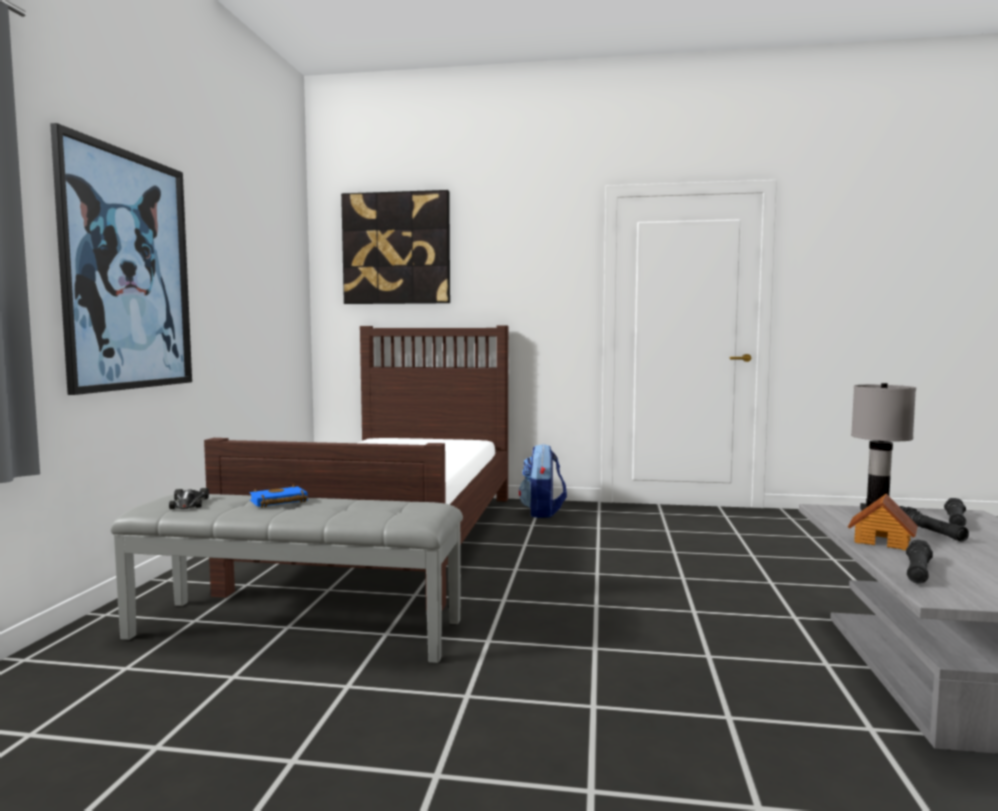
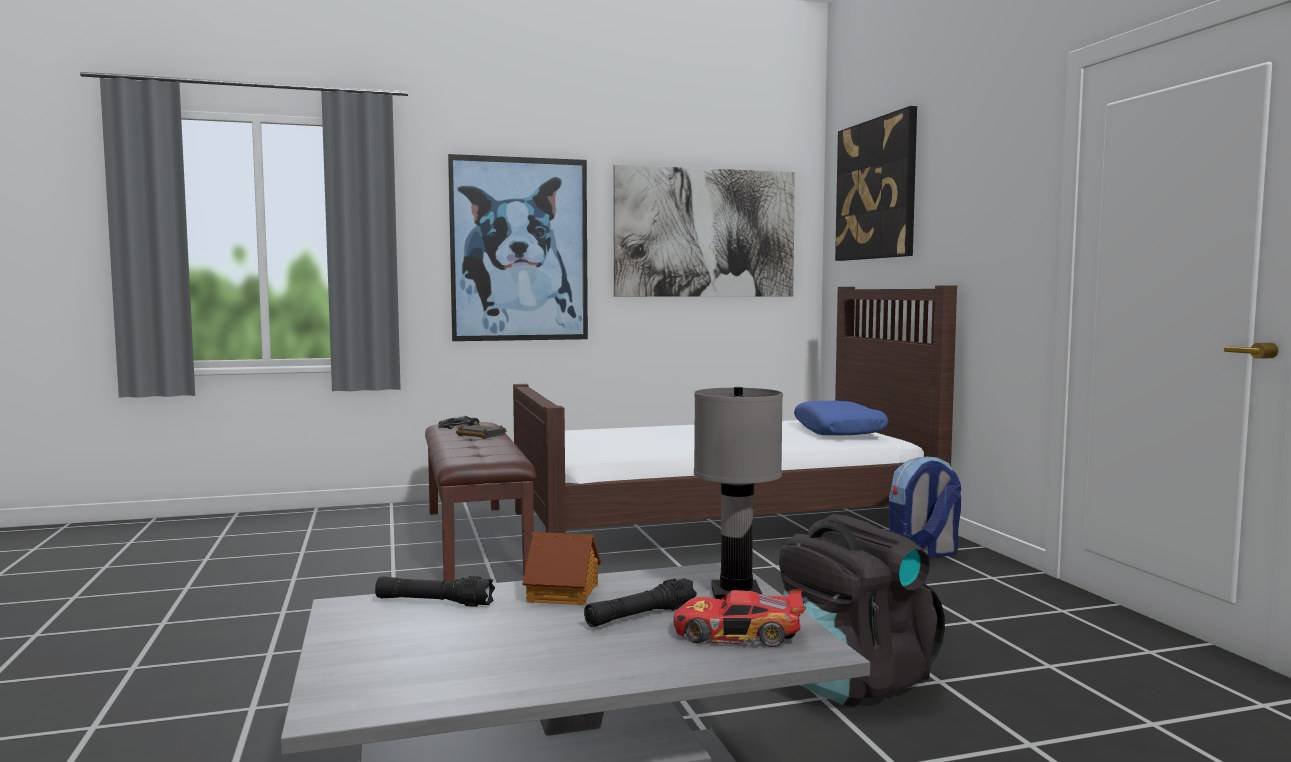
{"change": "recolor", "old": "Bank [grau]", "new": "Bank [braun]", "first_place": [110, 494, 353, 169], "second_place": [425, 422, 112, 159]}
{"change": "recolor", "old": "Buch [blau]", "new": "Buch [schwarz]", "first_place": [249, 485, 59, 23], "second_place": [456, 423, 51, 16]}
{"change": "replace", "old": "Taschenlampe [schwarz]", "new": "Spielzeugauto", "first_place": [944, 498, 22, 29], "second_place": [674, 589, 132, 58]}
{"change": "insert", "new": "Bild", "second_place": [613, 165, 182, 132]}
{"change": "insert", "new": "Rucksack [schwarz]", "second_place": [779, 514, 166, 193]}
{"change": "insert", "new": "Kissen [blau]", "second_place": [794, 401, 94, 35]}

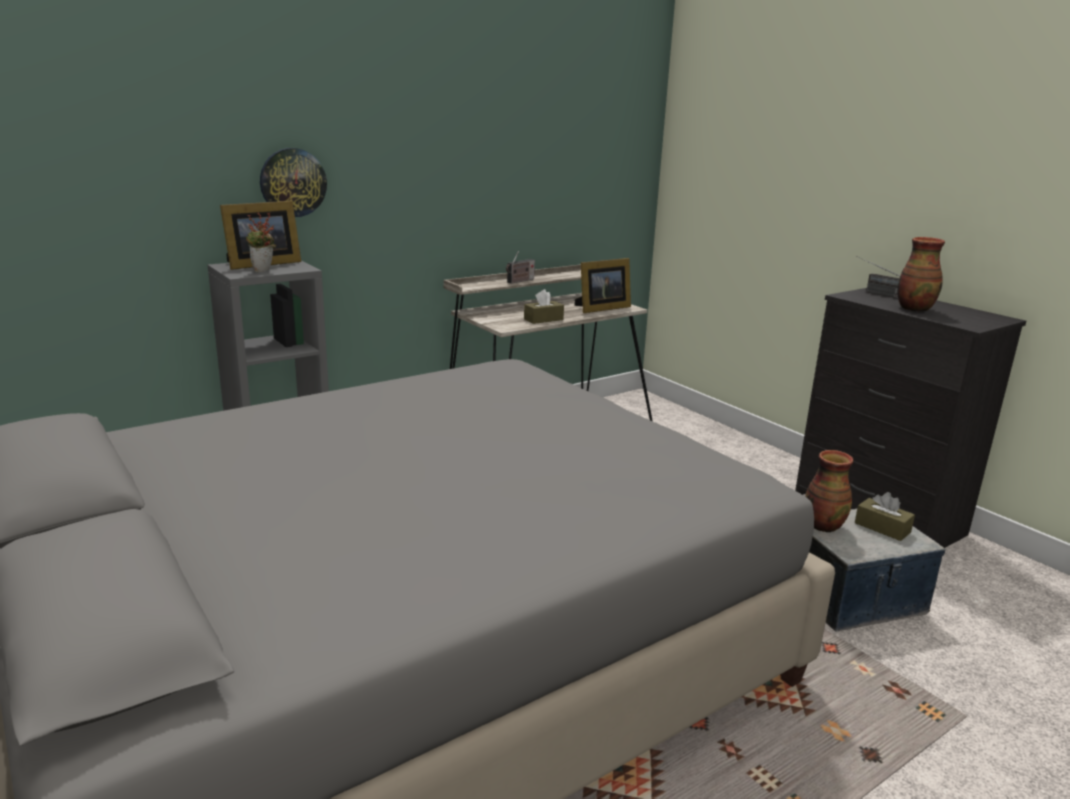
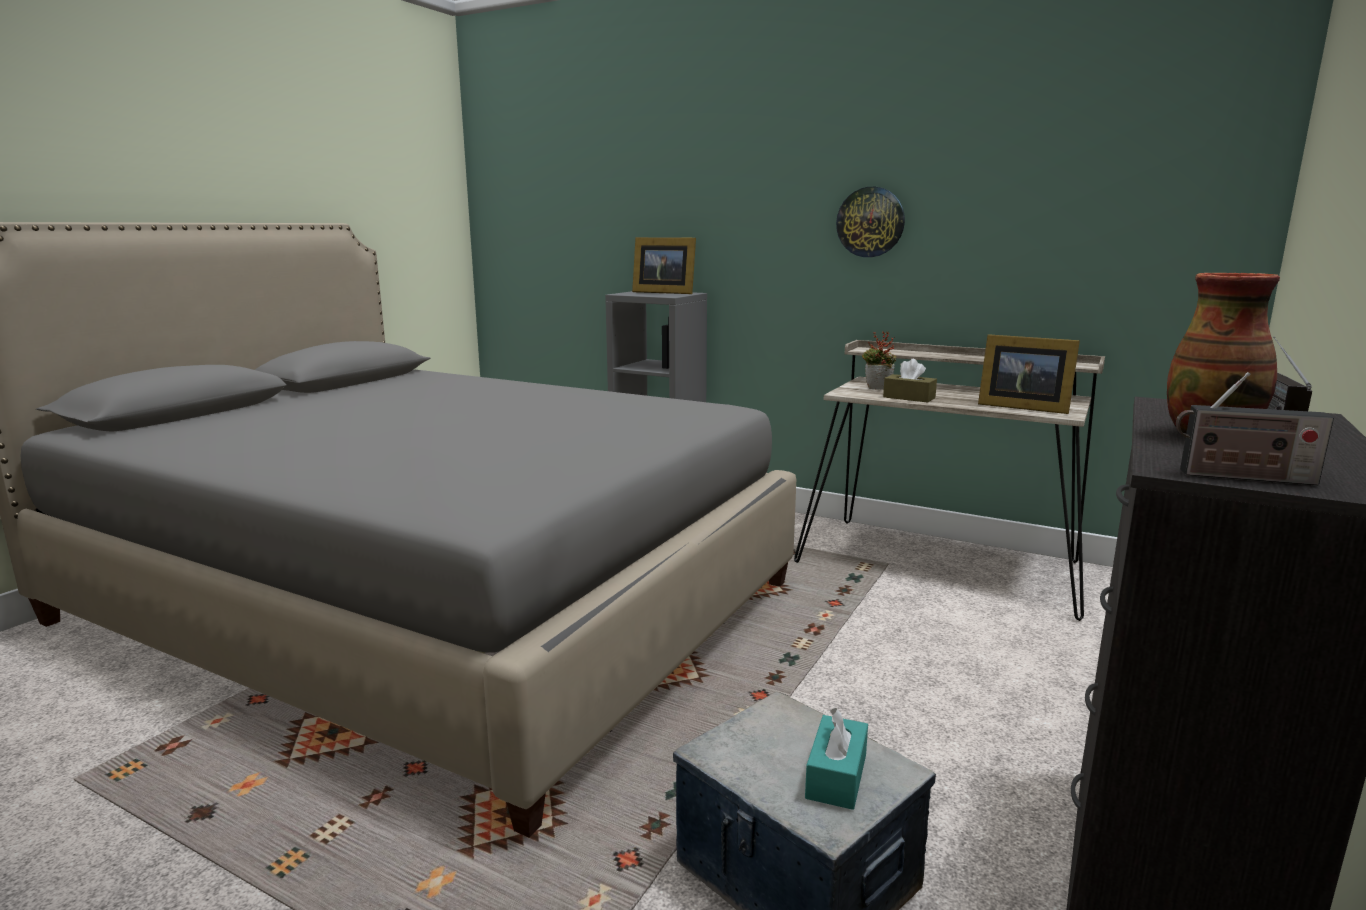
{"change": "move", "old": "Topfpflanze", "first_place": [246, 213, 30, 59], "second_place": [862, 331, 34, 58]}
{"change": "move", "old": "Wanduhr", "first_place": [260, 148, 67, 69], "second_place": [836, 187, 69, 70]}
{"change": "move", "old": "Radio", "first_place": [506, 251, 29, 33], "second_place": [1176, 372, 158, 114]}
{"change": "delete", "old": "Vase", "first_place": [805, 450, 48, 82]}
{"change": "recolor", "old": "Taschentuchbox [braun]", "new": "Taschentuchbox [türkis]", "first_place": [855, 492, 60, 49], "second_place": [805, 708, 63, 102]}

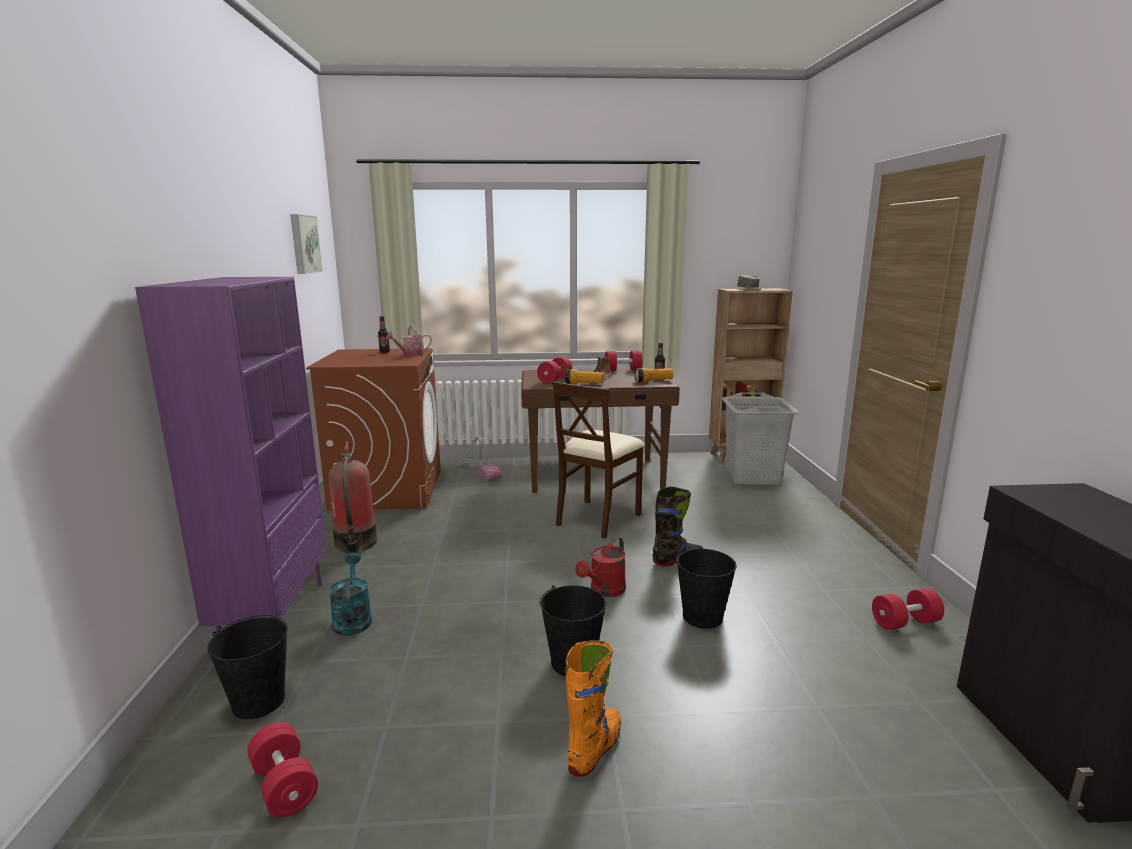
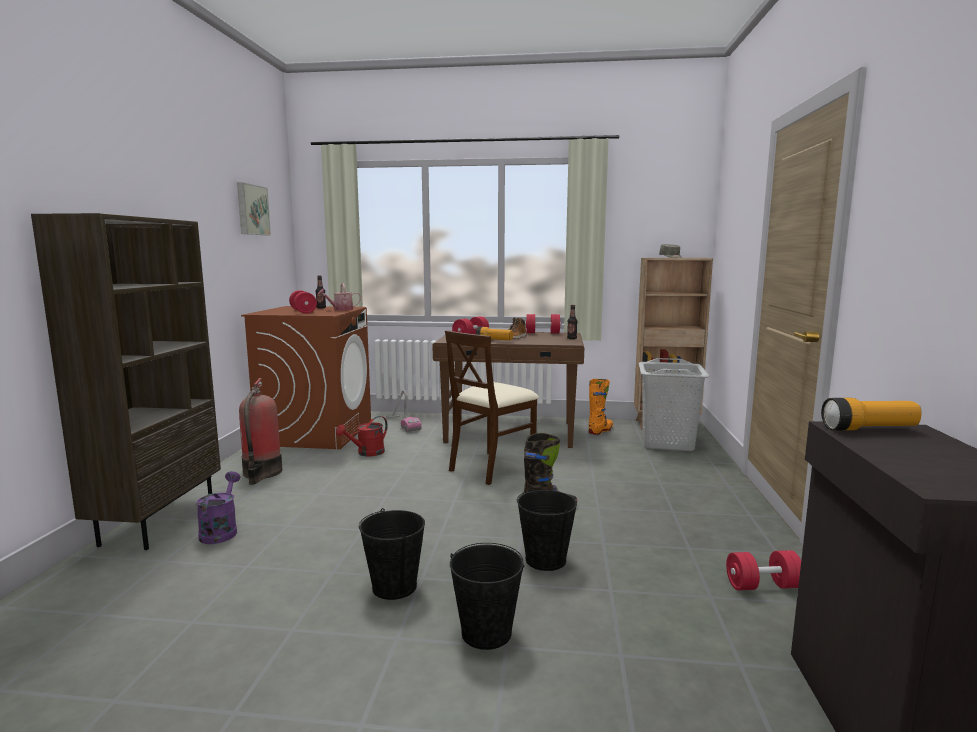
{"change": "recolor", "old": "Bücherregal [lila]", "new": "Bücherregal [braun]", "first_place": [135, 277, 192, 355], "second_place": [31, 213, 190, 337]}
{"change": "move", "old": "Eimer [schwarz]", "first_place": [207, 615, 81, 104], "second_place": [450, 543, 74, 107]}
{"change": "move", "old": "Hantel [rot]", "first_place": [247, 722, 71, 95], "second_place": [289, 290, 28, 24]}
{"change": "recolor", "old": "Gießkanne [türkis]", "new": "Gießkanne [lila]", "first_place": [329, 553, 43, 83], "second_place": [196, 471, 44, 73]}
{"change": "move", "old": "Stiefel [orange]", "first_place": [565, 640, 56, 137], "second_place": [589, 379, 24, 56]}
{"change": "move", "old": "Gießkanne [rot]", "first_place": [575, 537, 51, 60], "second_place": [336, 416, 52, 40]}
{"change": "move", "old": "Taschenlampe", "first_place": [634, 368, 39, 15], "second_place": [821, 398, 101, 32]}

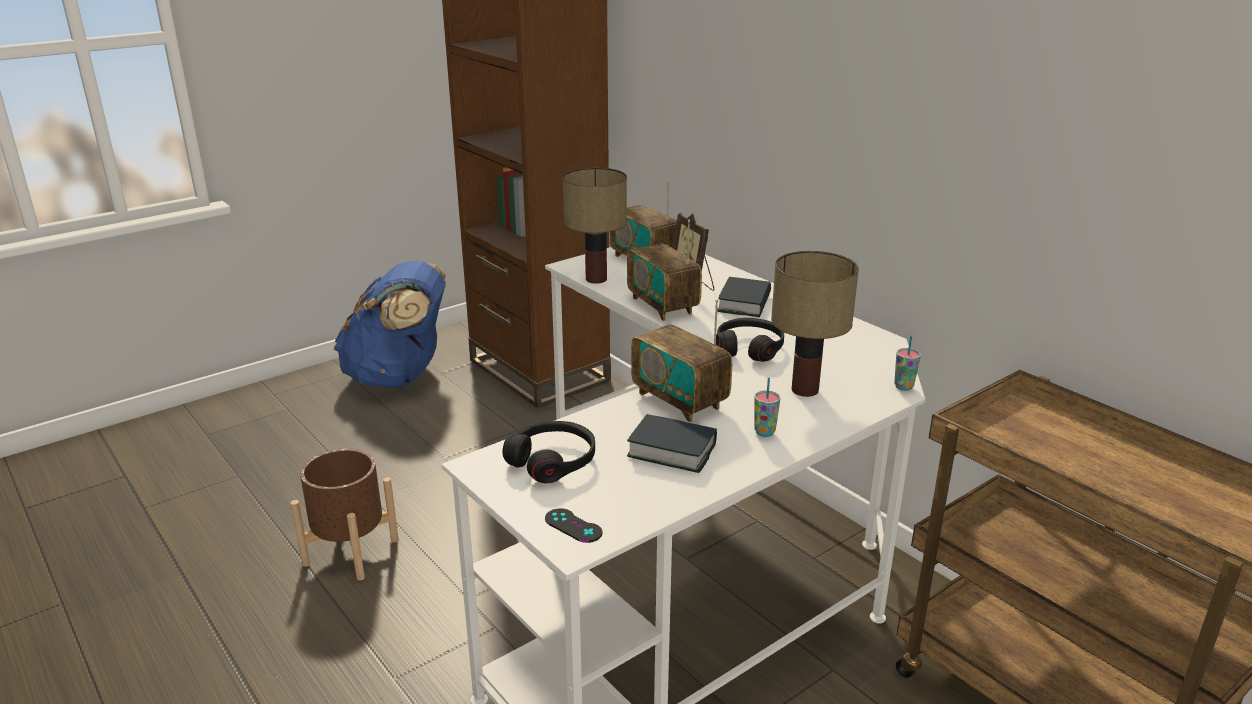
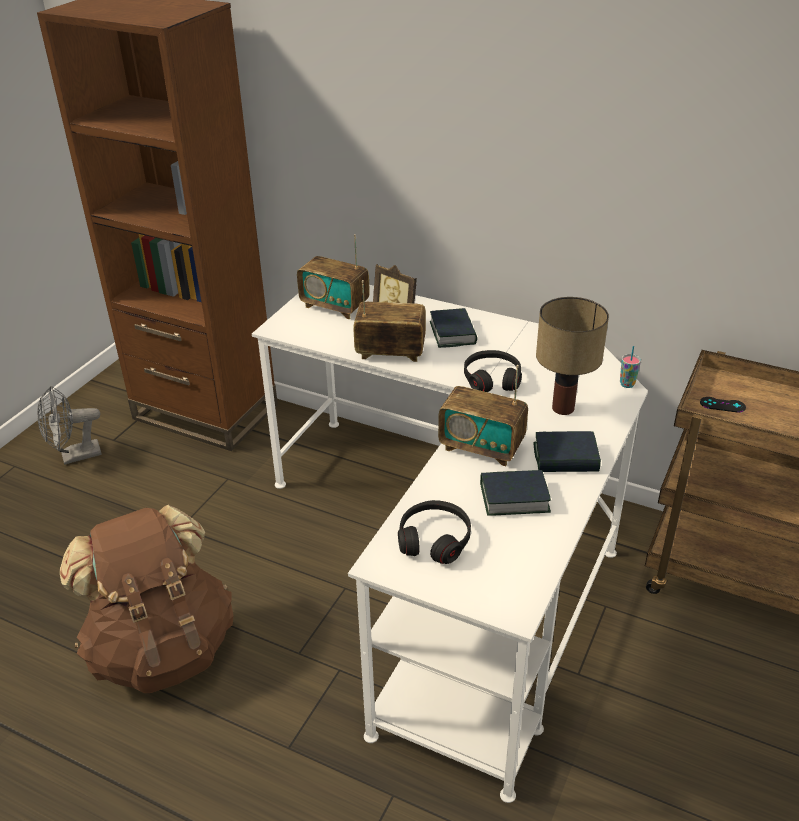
{"change": "replace", "old": "Pflanzkübel [braun]", "new": "Rucksack [braun]", "first_place": [290, 449, 109, 132], "second_place": [60, 505, 174, 188]}
{"change": "replace", "old": "Rucksack [blau]", "new": "Ventilator [grau]", "first_place": [334, 261, 112, 127], "second_place": [37, 386, 65, 79]}
{"change": "move", "old": "Gamepad [schwarz]", "first_place": [545, 508, 57, 35], "second_place": [700, 397, 46, 15]}
{"change": "delete", "old": "Tischlampe", "first_place": [563, 168, 64, 116]}
{"change": "rotate", "old": "Radio", "first_place": [627, 220, 75, 101], "second_place": [353, 280, 73, 82], "degrees": 150}
{"change": "replace", "old": "Tasse", "new": "Buch", "first_place": [755, 378, 25, 59], "second_place": [533, 431, 68, 41]}

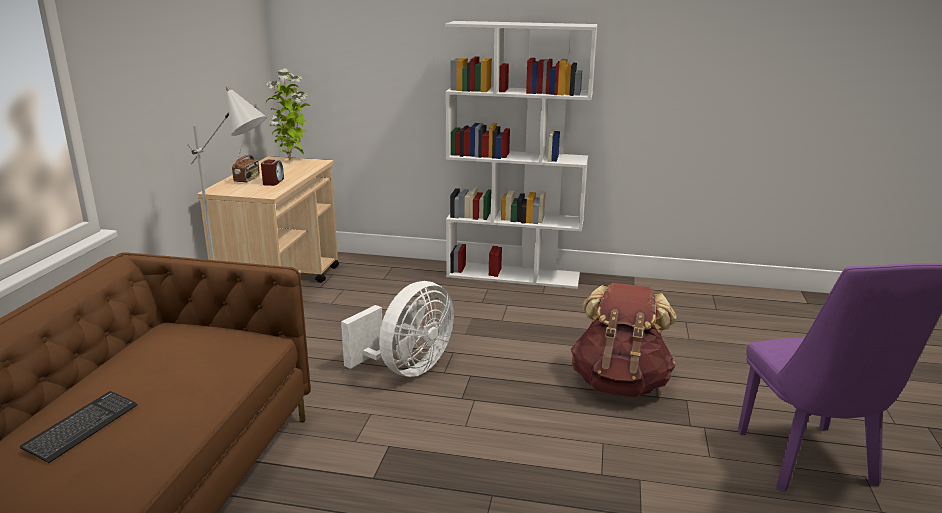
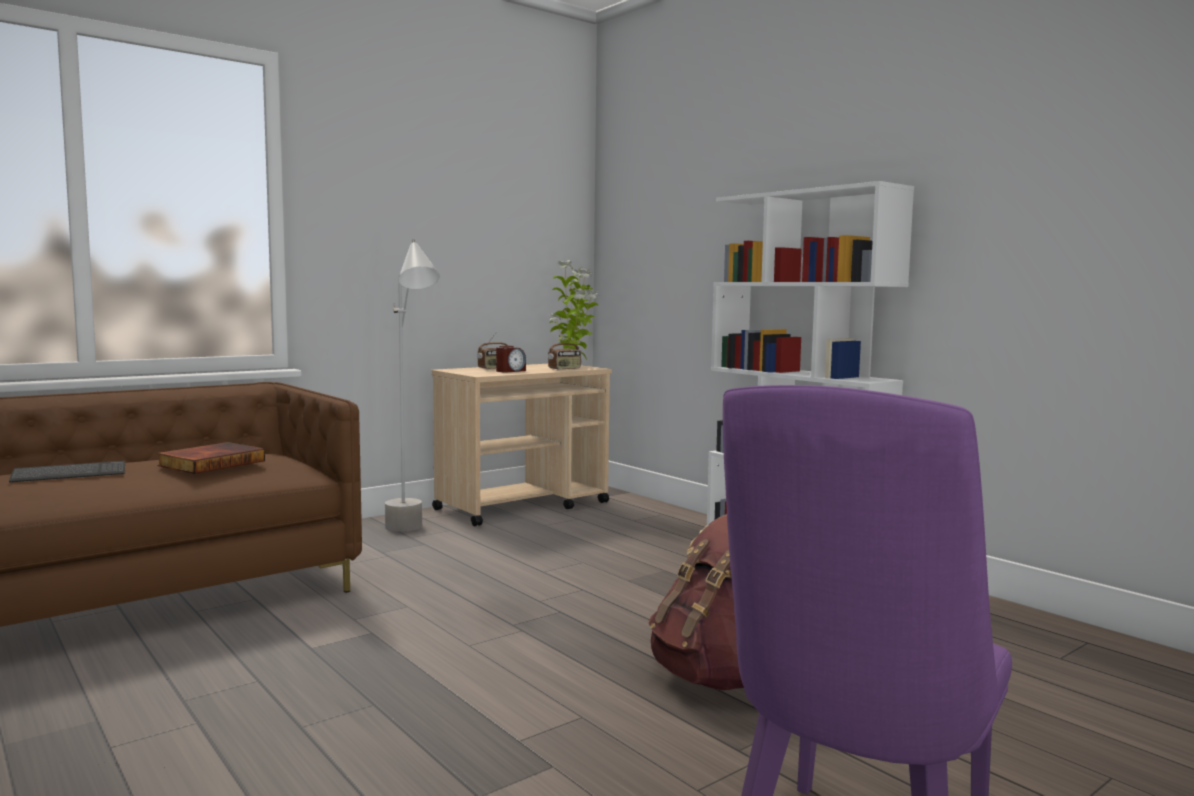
{"change": "delete", "old": "Ventilator [weiß]", "first_place": [341, 281, 113, 96]}
{"change": "insert", "new": "Buch", "second_place": [157, 442, 108, 32]}
{"change": "insert", "new": "Radio", "second_place": [548, 334, 33, 36]}

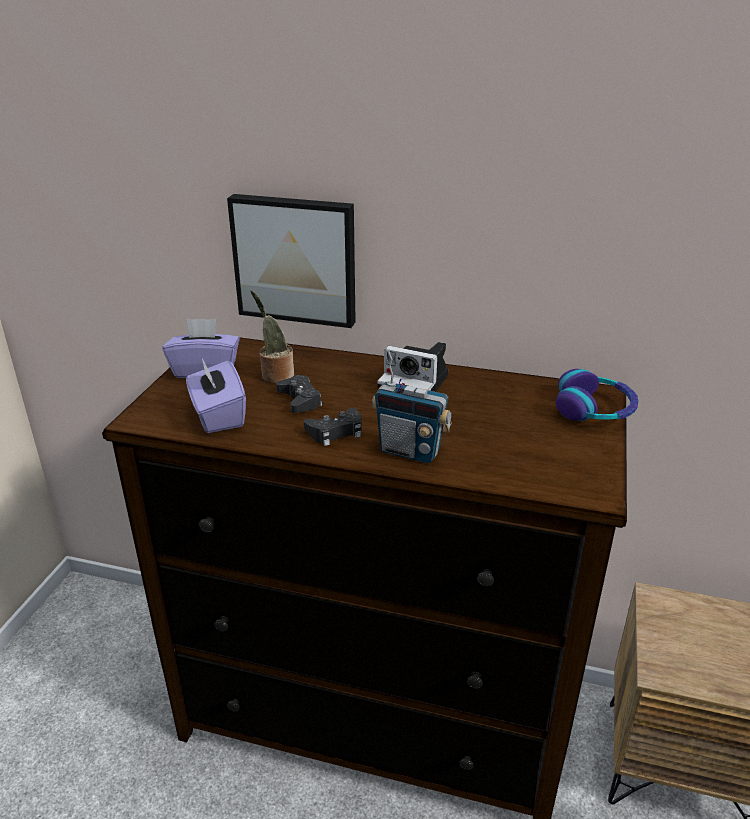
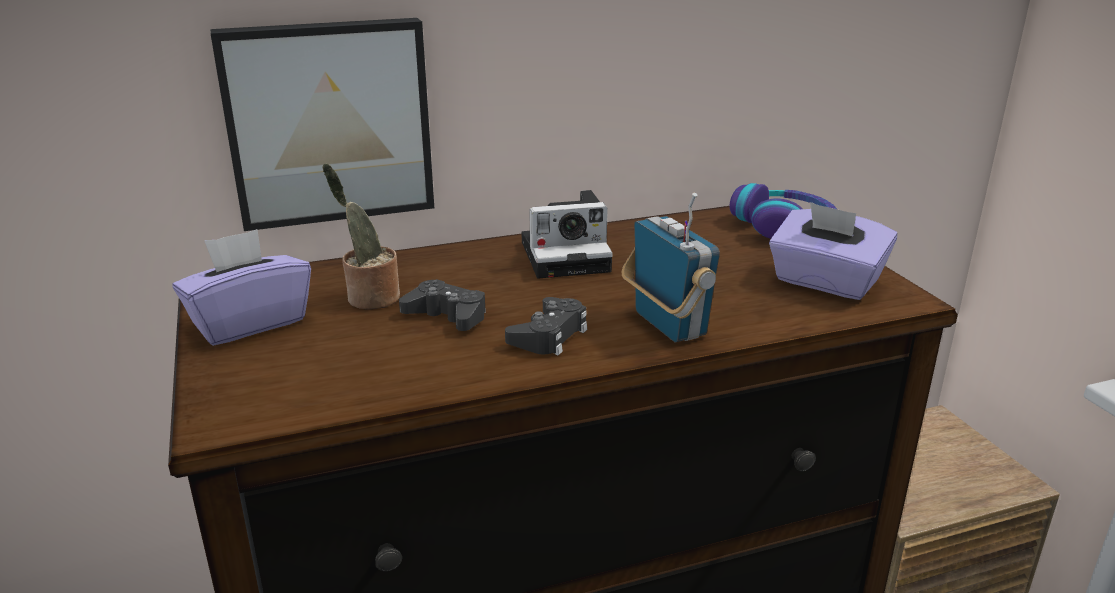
{"change": "move", "old": "Taschentuchbox [lila]", "first_place": [186, 358, 60, 75], "second_place": [769, 202, 129, 98]}
{"change": "rotate", "old": "Radio", "first_place": [372, 349, 80, 114], "second_place": [622, 193, 98, 150], "degrees": -105}

